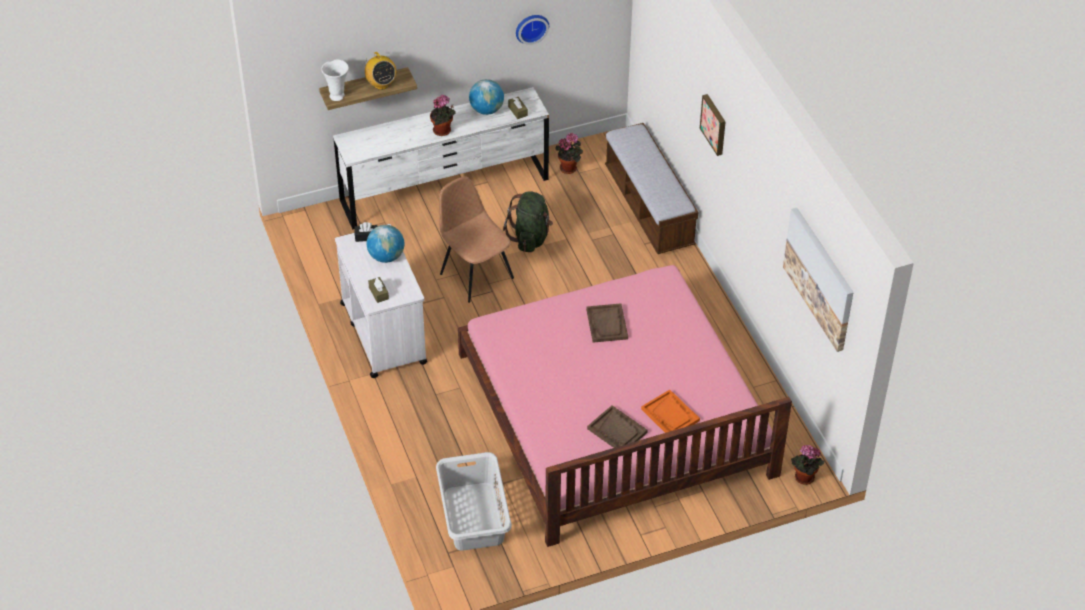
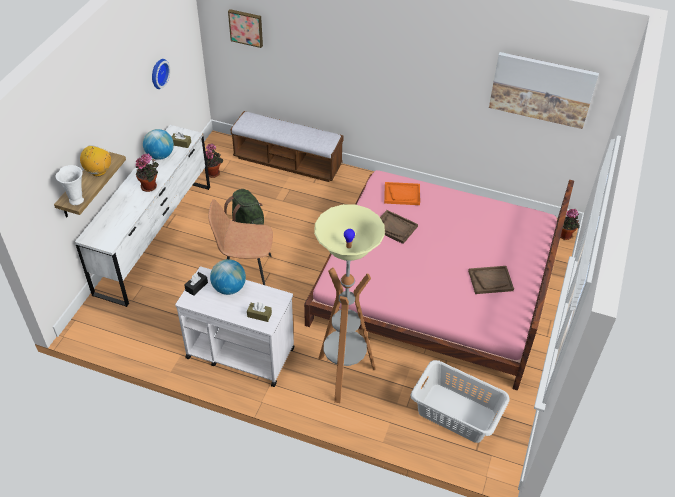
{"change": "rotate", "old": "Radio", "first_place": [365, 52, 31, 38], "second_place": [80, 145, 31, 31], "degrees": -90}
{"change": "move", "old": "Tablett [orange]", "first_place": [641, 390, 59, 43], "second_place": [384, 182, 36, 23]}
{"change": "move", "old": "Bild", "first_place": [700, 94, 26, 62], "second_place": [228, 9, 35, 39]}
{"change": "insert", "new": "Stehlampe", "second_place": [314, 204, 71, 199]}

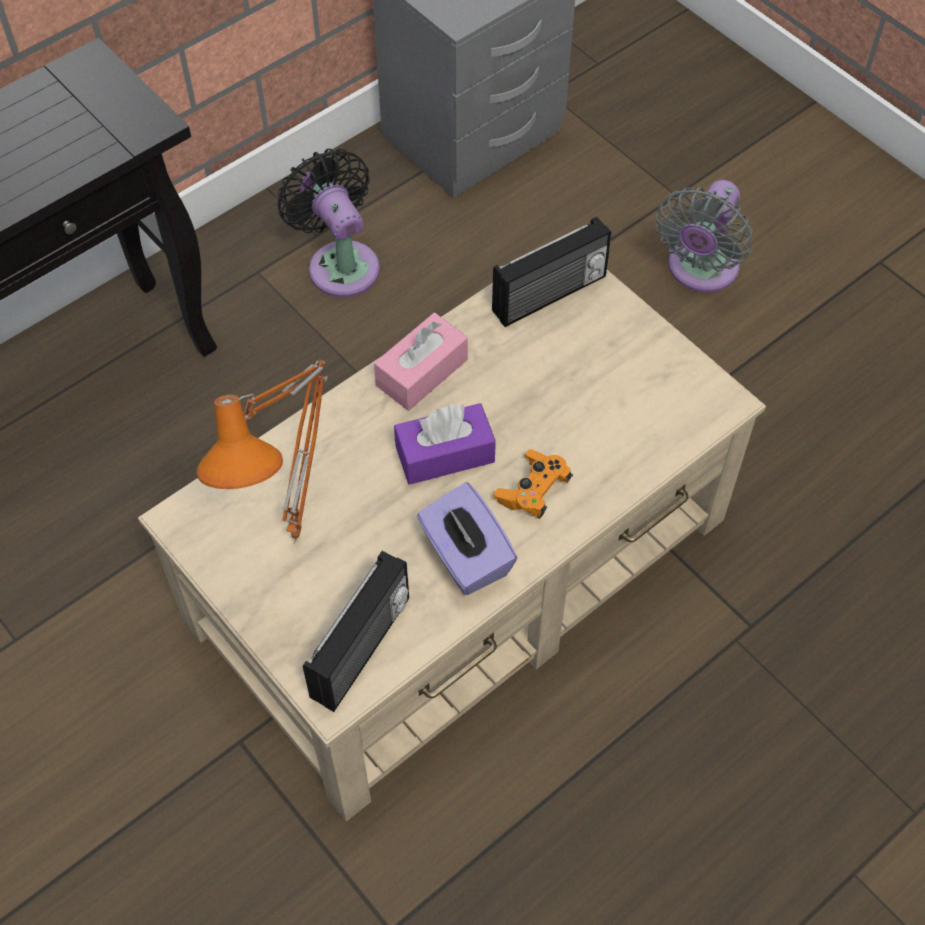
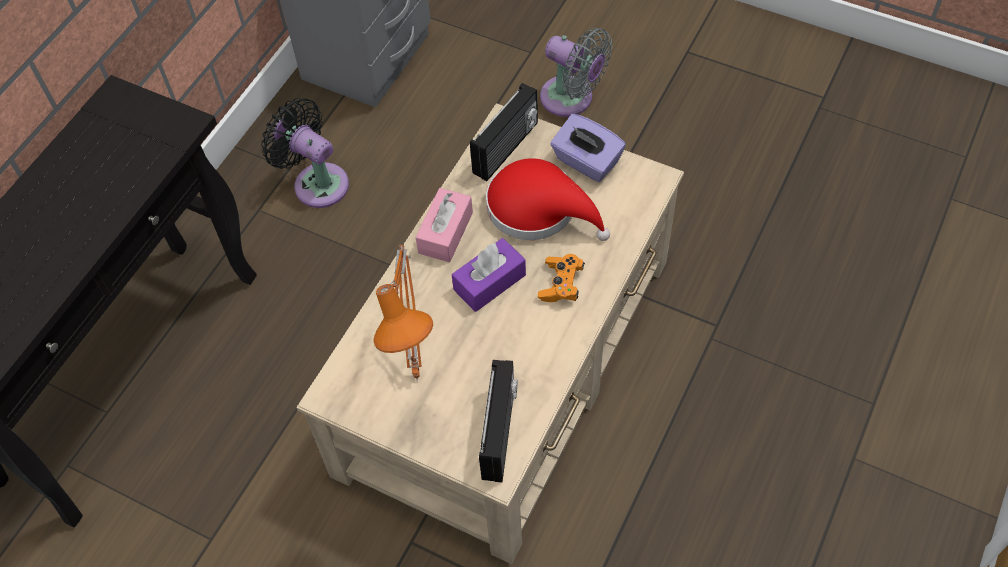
{"change": "move", "old": "Taschentuchbox [lila]", "first_place": [417, 482, 100, 113], "second_place": [550, 114, 76, 68]}
{"change": "rotate", "old": "Ventilator [grau]", "first_place": [656, 180, 97, 113], "second_place": [540, 28, 72, 89], "degrees": -60}
{"change": "insert", "new": "Hut [rot]", "second_place": [486, 158, 124, 83]}

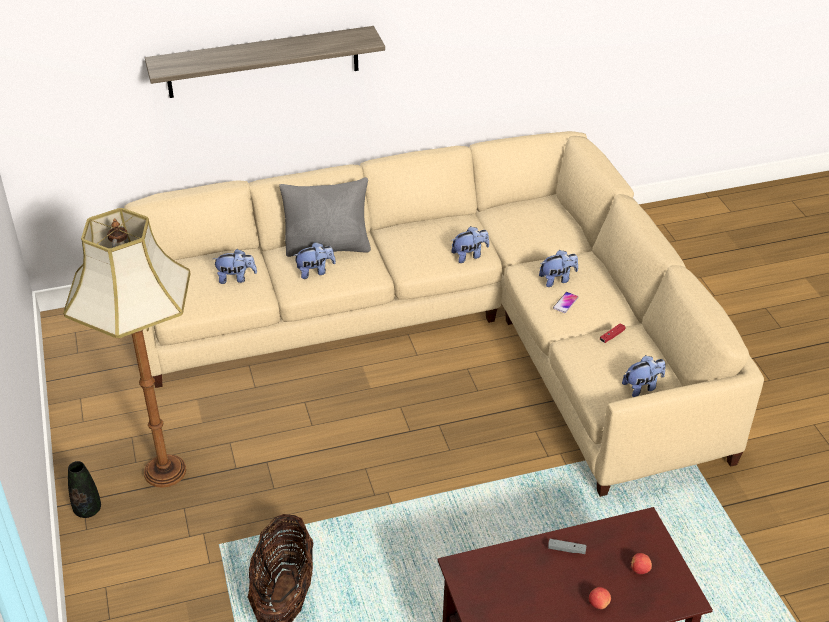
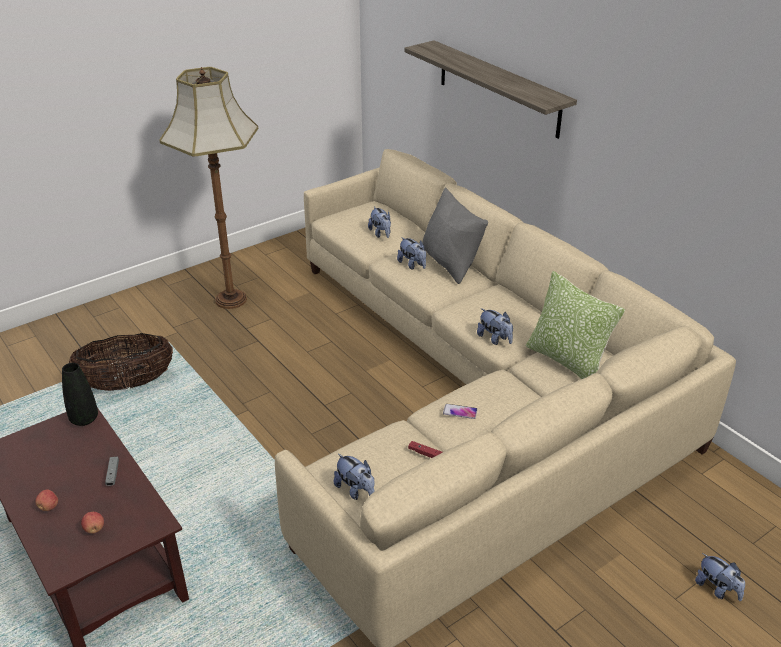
{"change": "move", "old": "Vase [schwarz]", "first_place": [68, 461, 33, 57], "second_place": [62, 363, 36, 63]}
{"change": "move", "old": "Plüschtier", "first_place": [539, 250, 39, 37], "second_place": [695, 553, 50, 48]}
{"change": "insert", "new": "Kissen", "second_place": [526, 271, 99, 108]}

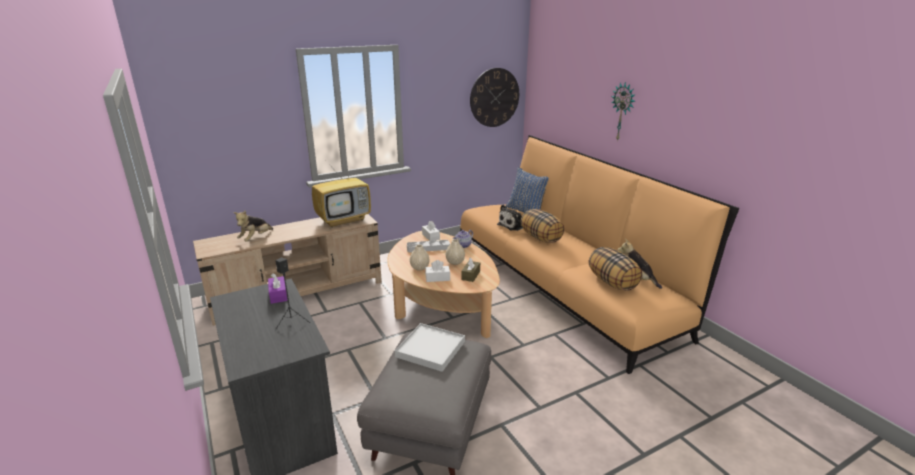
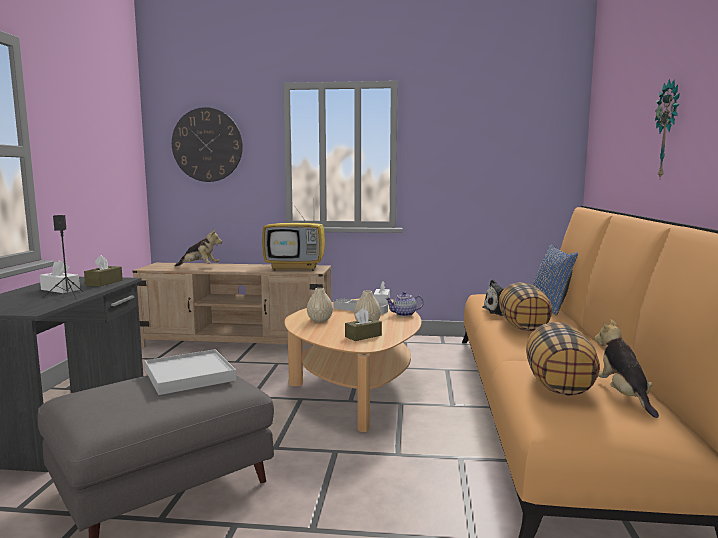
{"change": "rotate", "old": "Plüschtier", "first_place": [233, 210, 40, 31], "second_place": [175, 229, 47, 38], "degrees": -135}
{"change": "recolor", "old": "Taschentuchbox [lila]", "new": "Taschentuchbox [braun]", "first_place": [268, 273, 19, 31], "second_place": [84, 255, 39, 32]}
{"change": "move", "old": "Taschentuchbox [weiß]", "first_place": [425, 260, 25, 22], "second_place": [40, 260, 40, 33]}
{"change": "move", "old": "Wanduhr", "first_place": [470, 68, 49, 59], "second_place": [172, 107, 71, 75]}

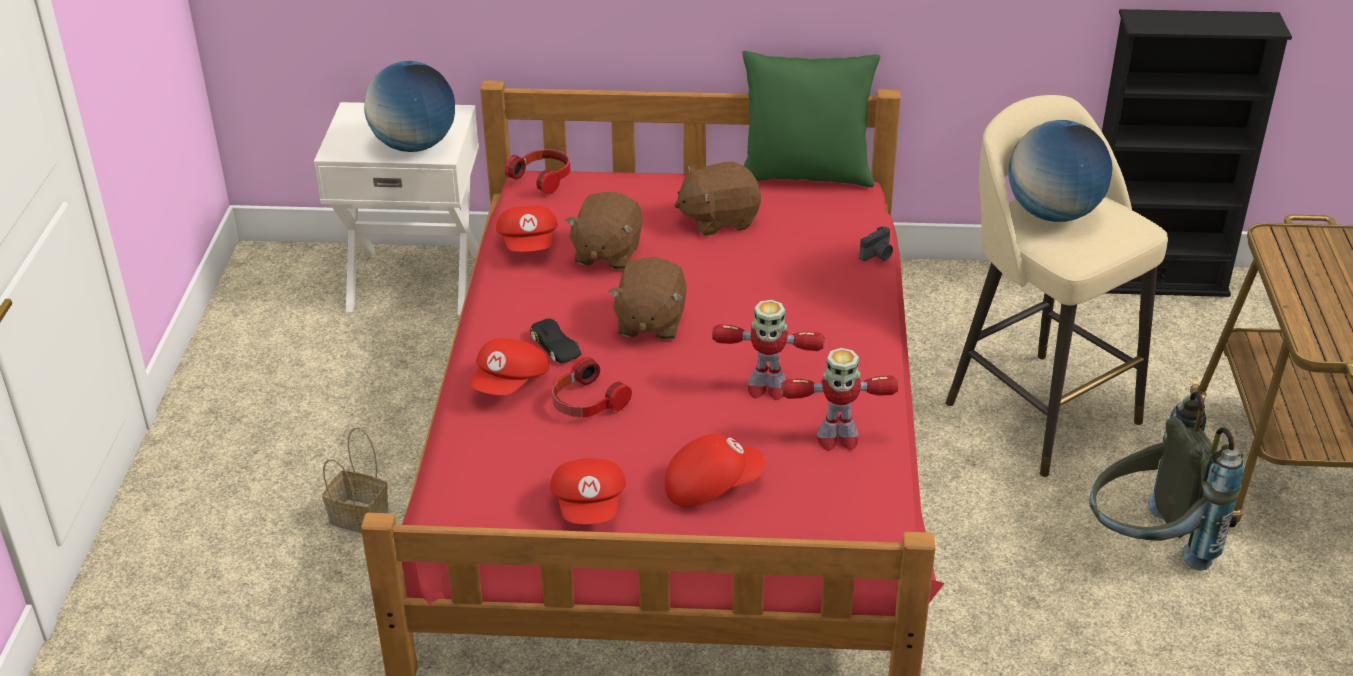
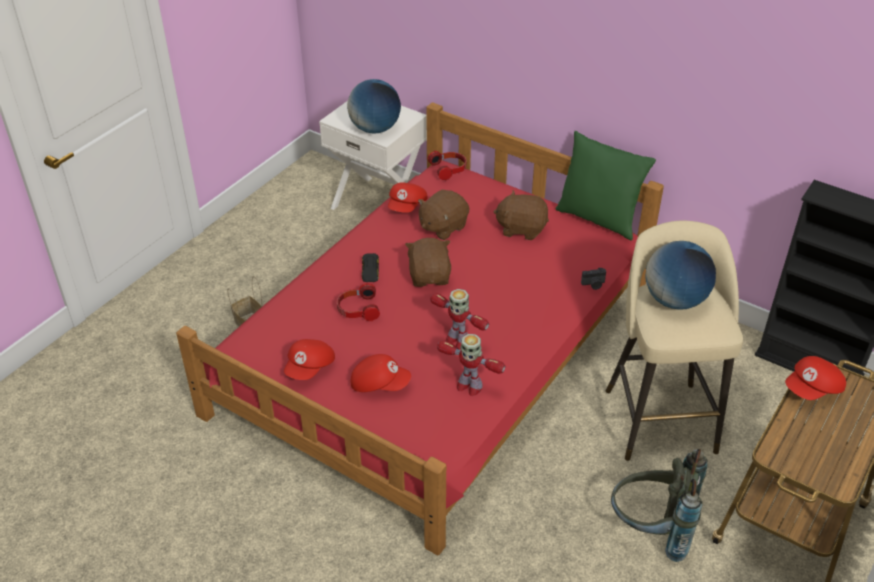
{"change": "move", "old": "Kappe [rot]", "first_place": [470, 338, 80, 57], "second_place": [785, 356, 61, 44]}
{"change": "rotate", "old": "Plüschtier [braun]", "first_place": [609, 257, 78, 83], "second_place": [405, 238, 46, 49], "degrees": 135}

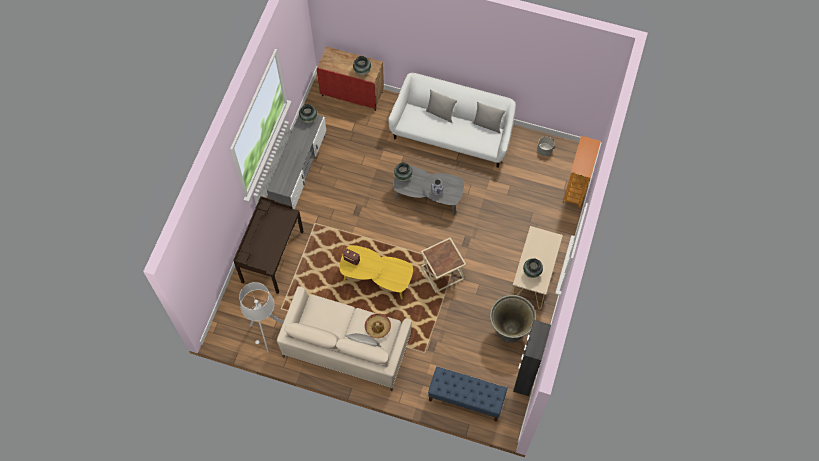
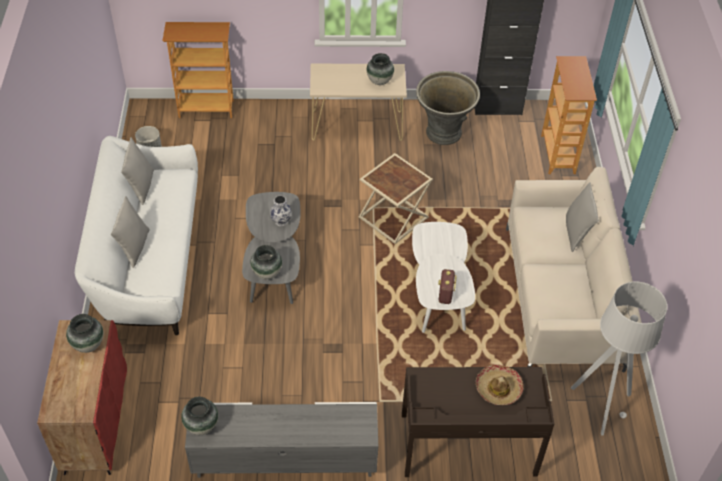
{"change": "recolor", "old": "Couchtisch [gelb]", "new": "Couchtisch [weiß]", "first_place": [340, 245, 73, 54], "second_place": [412, 222, 63, 111]}
{"change": "move", "old": "Hut", "first_place": [365, 313, 26, 26], "second_place": [476, 364, 47, 41]}
{"change": "replace", "old": "Bank [blau]", "new": "Bücherregal", "first_place": [428, 366, 79, 56], "second_place": [541, 56, 56, 118]}

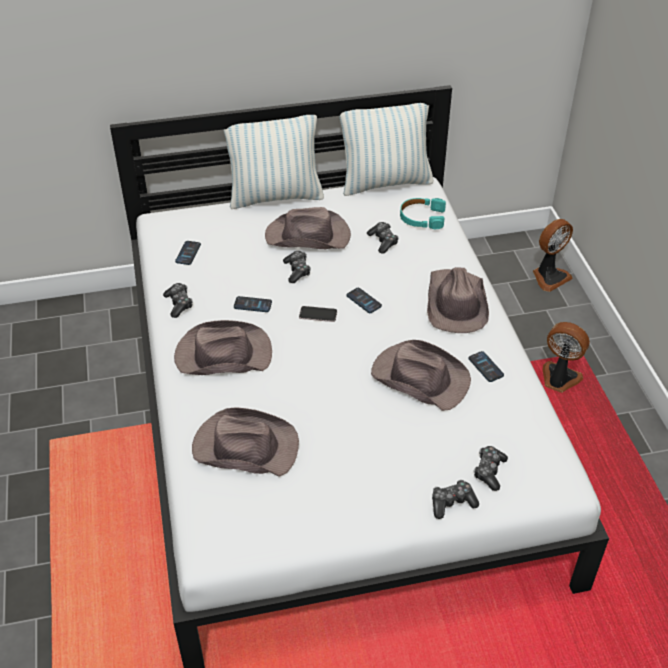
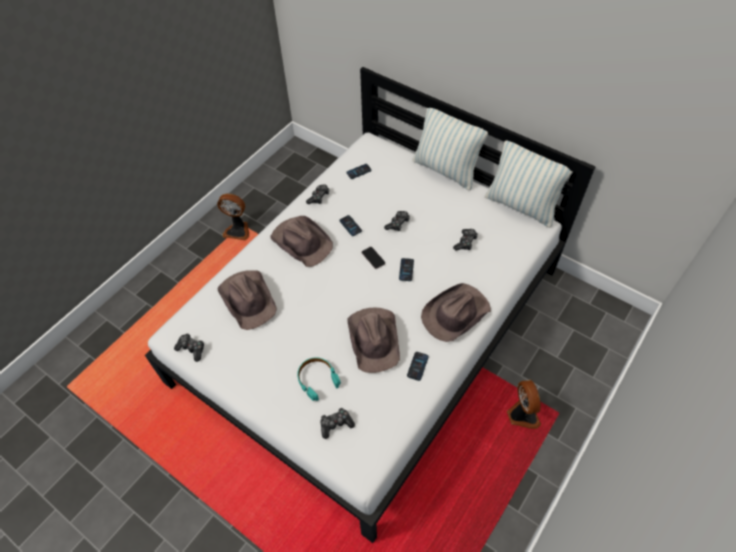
{"change": "delete", "old": "Hut [braun]", "first_place": [265, 207, 86, 42]}
{"change": "move", "old": "Kopfhörer [türkis]", "first_place": [400, 198, 46, 31], "second_place": [297, 357, 44, 44]}
{"change": "move", "old": "Gamepad", "first_place": [432, 480, 47, 39], "second_place": [174, 333, 30, 29]}
{"change": "move", "old": "Ventilator", "first_place": [533, 219, 40, 73], "second_place": [217, 194, 32, 46]}

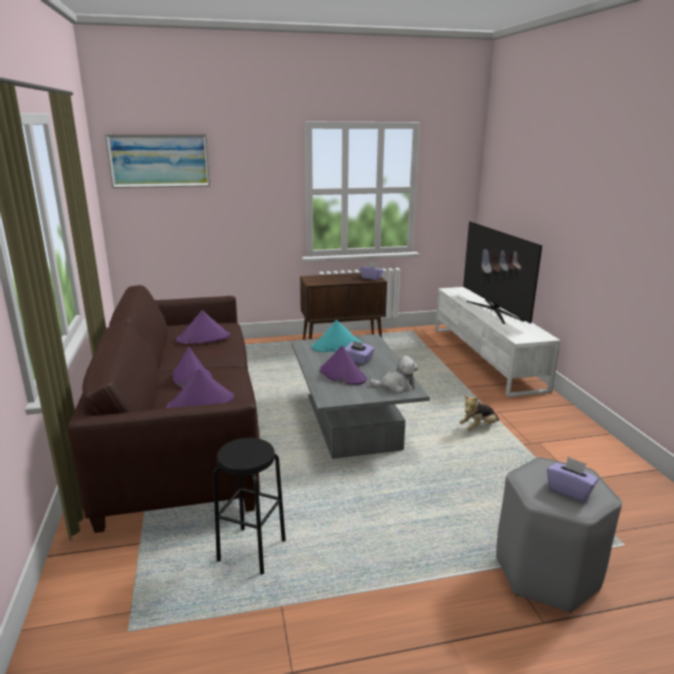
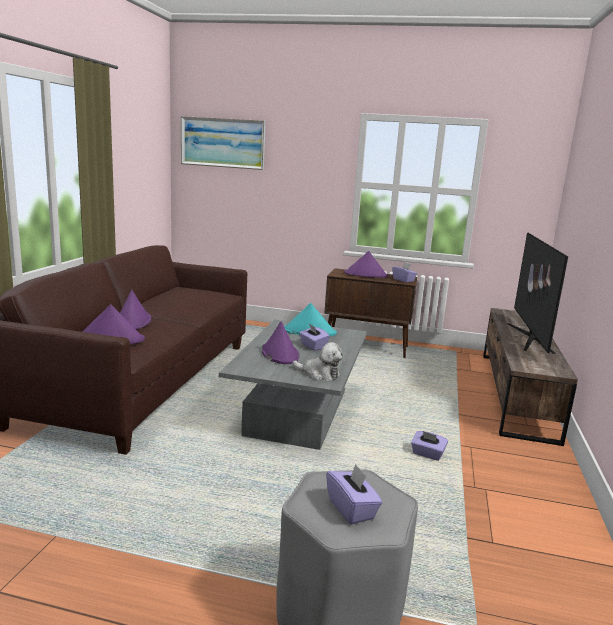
{"change": "move", "old": "Hut [lila]", "first_place": [176, 310, 54, 34], "second_place": [344, 251, 44, 27]}
{"change": "delete", "old": "Hocker [schwarz]", "first_place": [213, 438, 73, 137]}
{"change": "recolor", "old": "Fernsehschrank [weiß]", "new": "Fernsehschrank [braun]", "first_place": [435, 287, 126, 110], "second_place": [483, 308, 95, 138]}
{"change": "replace", "old": "Plüschtier", "new": "Taschentuchbox [lila]", "first_place": [459, 396, 40, 35], "second_place": [411, 431, 37, 30]}

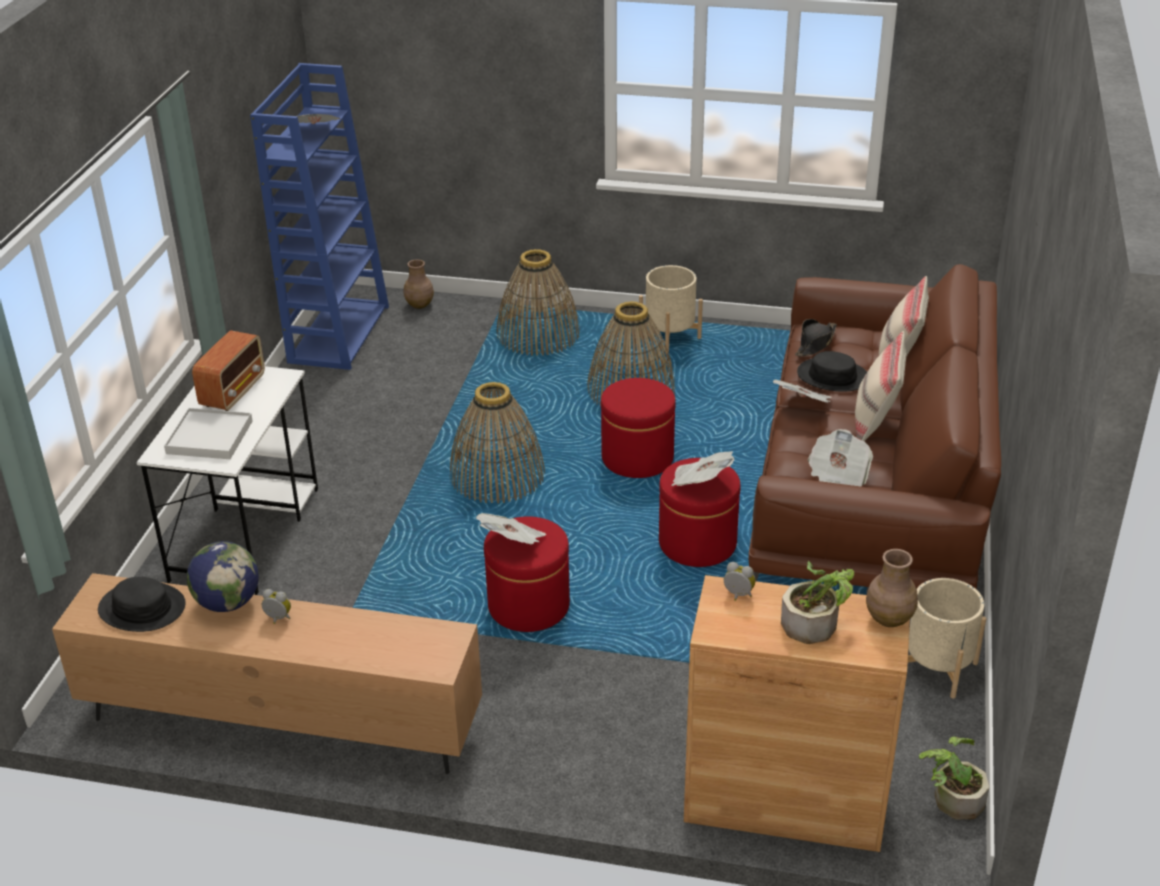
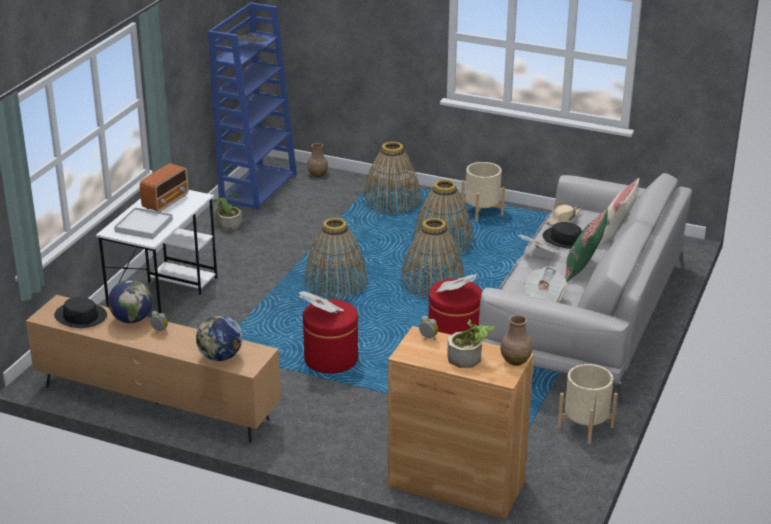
{"change": "replace", "old": "Polsterhocker [rot]", "new": "Korb", "first_place": [601, 378, 75, 100], "second_place": [401, 218, 64, 81]}
{"change": "recolor", "old": "Sofa [braun]", "new": "Sofa [grau]", "first_place": [748, 264, 253, 325], "second_place": [479, 173, 213, 232]}
{"change": "recolor", "old": "Hut [schwarz]", "new": "Hut [beige]", "first_place": [795, 319, 42, 37], "second_place": [546, 201, 35, 24]}
{"change": "recolor", "old": "Kissen [beige]", "new": "Kissen [grün]", "first_place": [855, 331, 52, 110], "second_place": [565, 209, 43, 73]}
{"change": "move", "old": "Topfpflanze", "first_place": [919, 736, 71, 83], "second_place": [212, 194, 31, 37]}
{"change": "insert", "new": "Globus", "second_place": [196, 315, 46, 46]}

